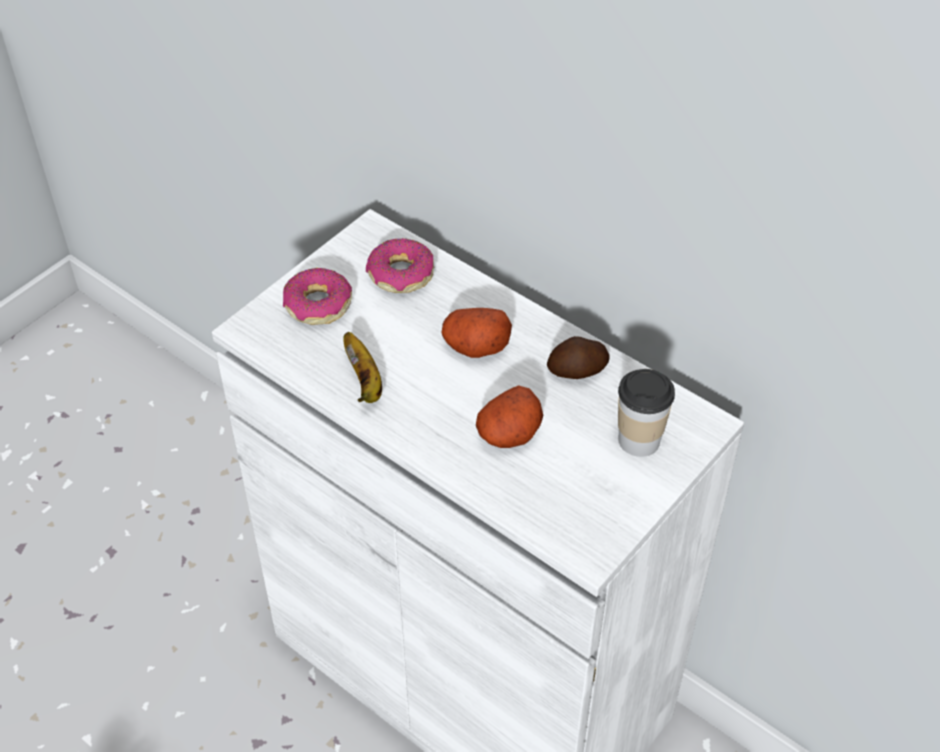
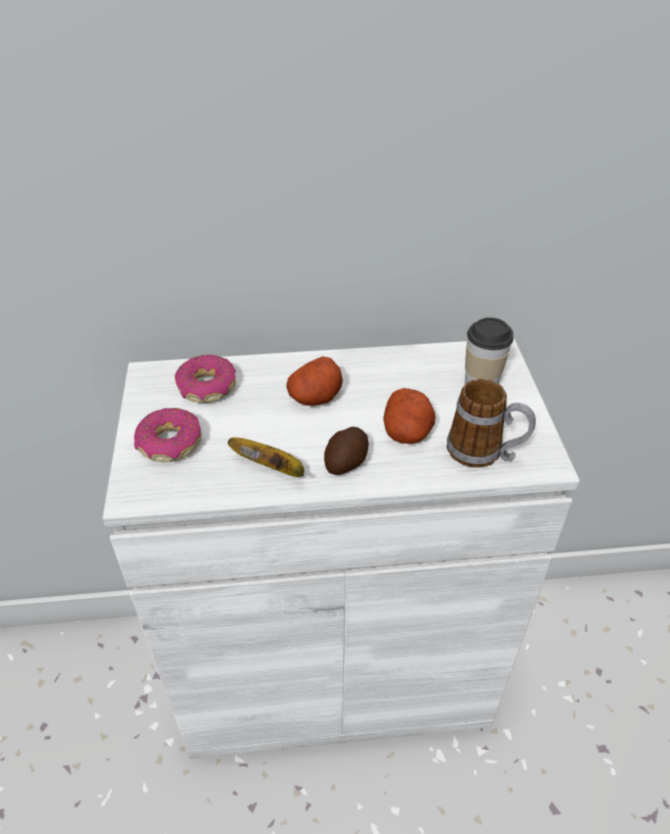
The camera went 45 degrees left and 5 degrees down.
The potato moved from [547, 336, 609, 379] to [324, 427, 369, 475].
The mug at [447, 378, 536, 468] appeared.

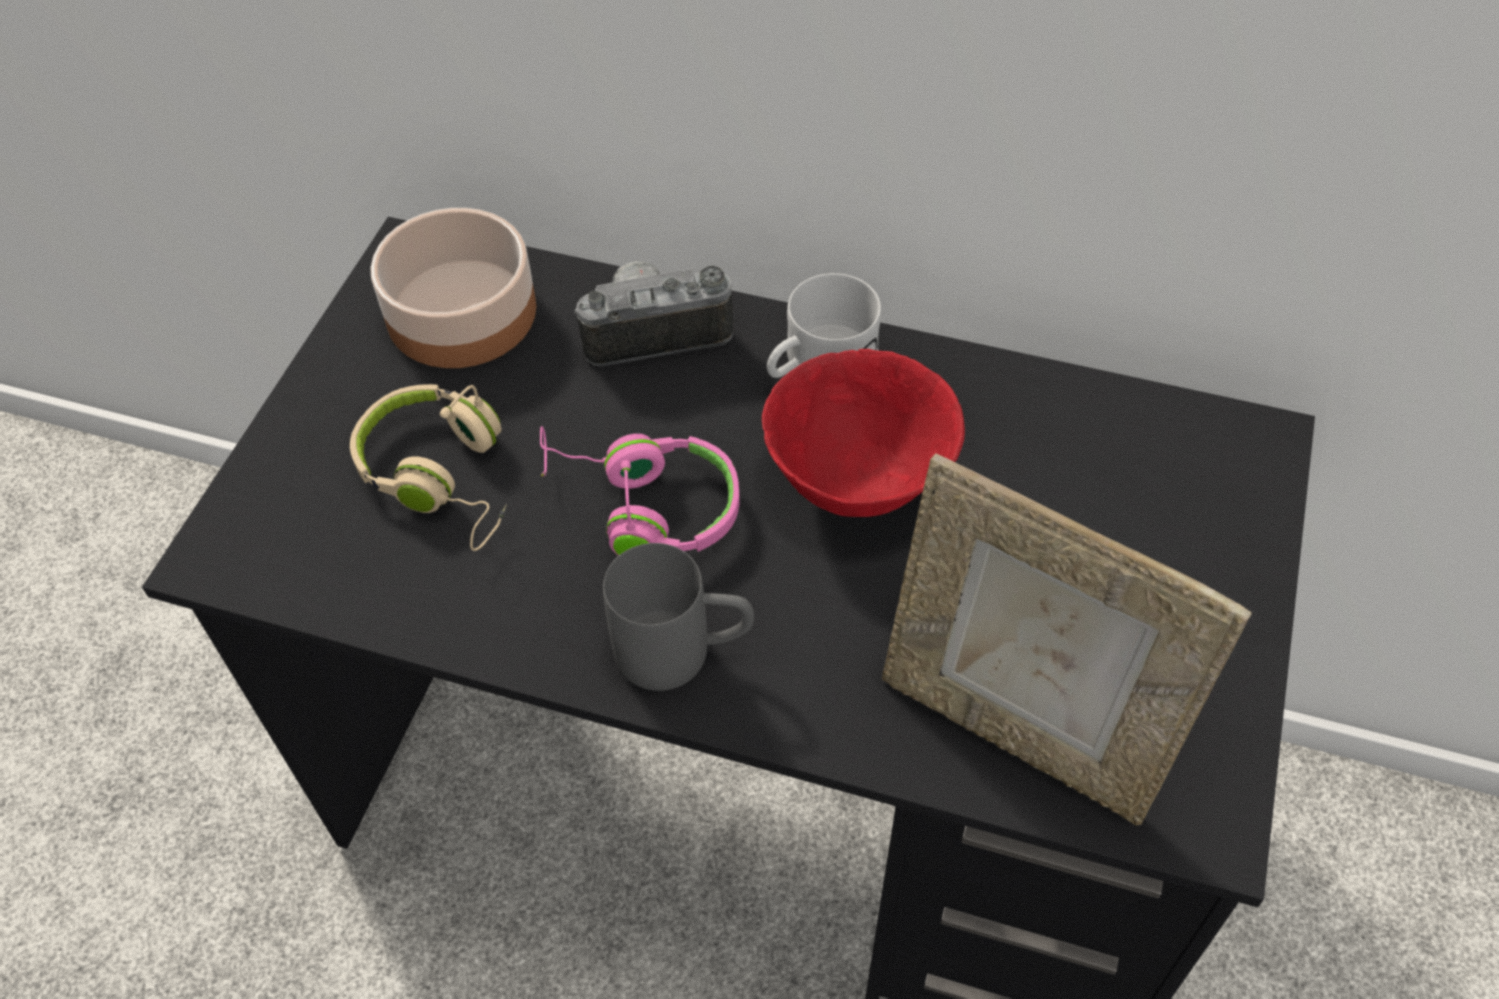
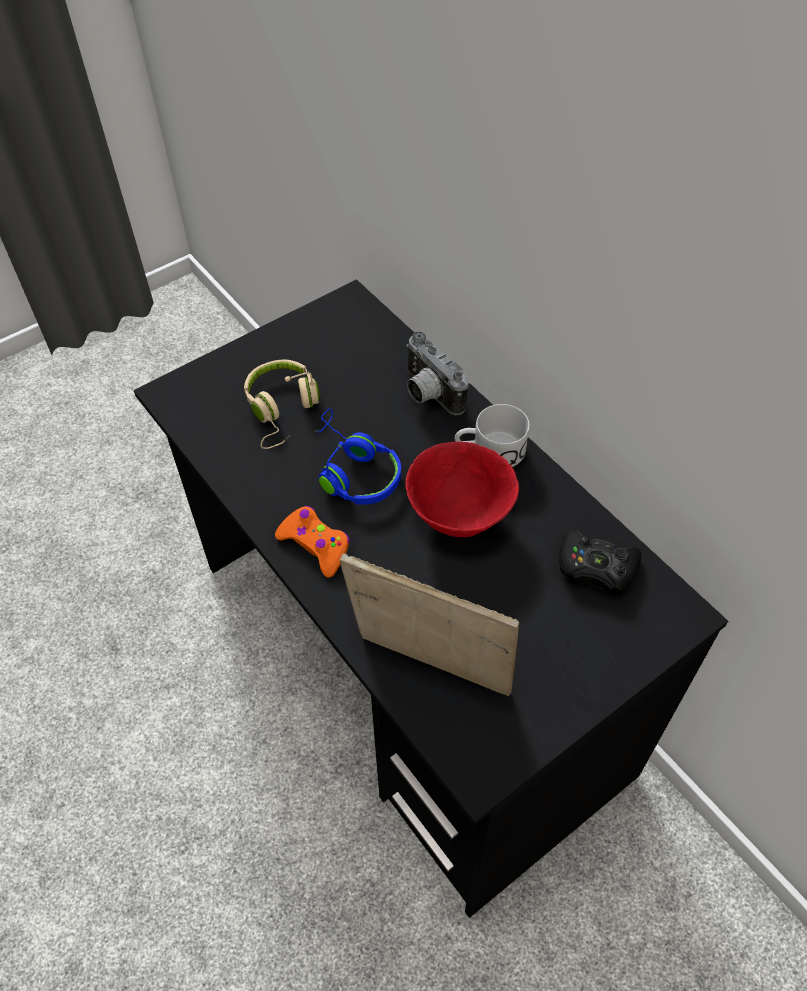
The camera went 35 degrees right and 0 degrees up.
The bowl at [370, 208, 537, 368] disappeared.
The photo camera at [574, 260, 733, 367] turned 150 degrees counterclockwise.
The pink headphones at [540, 426, 739, 556] became the blue headphones at [315, 408, 401, 504].
The picture frame at [882, 453, 1252, 825] turned 135 degrees clockwise.
The grey mug at [603, 543, 754, 691] was replaced by the orange game controller at [275, 506, 350, 578].
The black game controller at [559, 529, 641, 592] appeared.

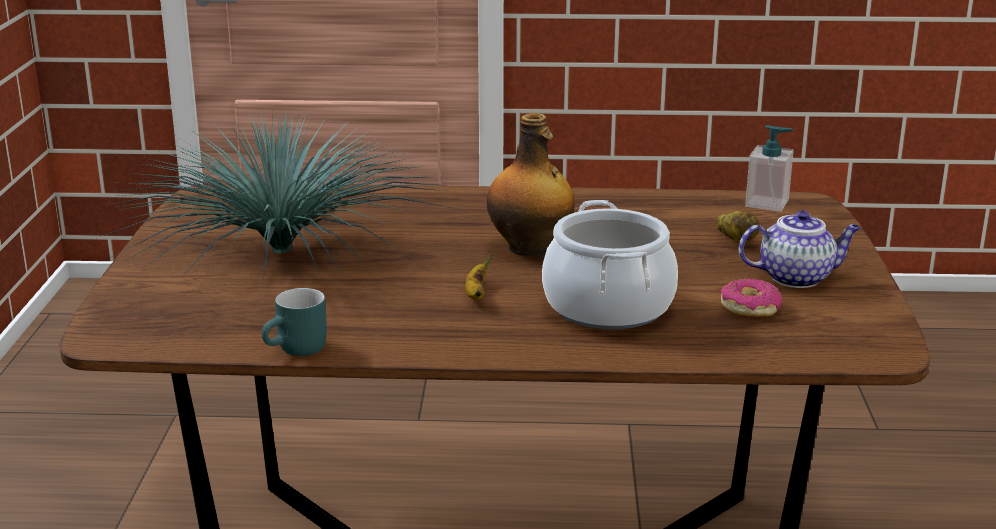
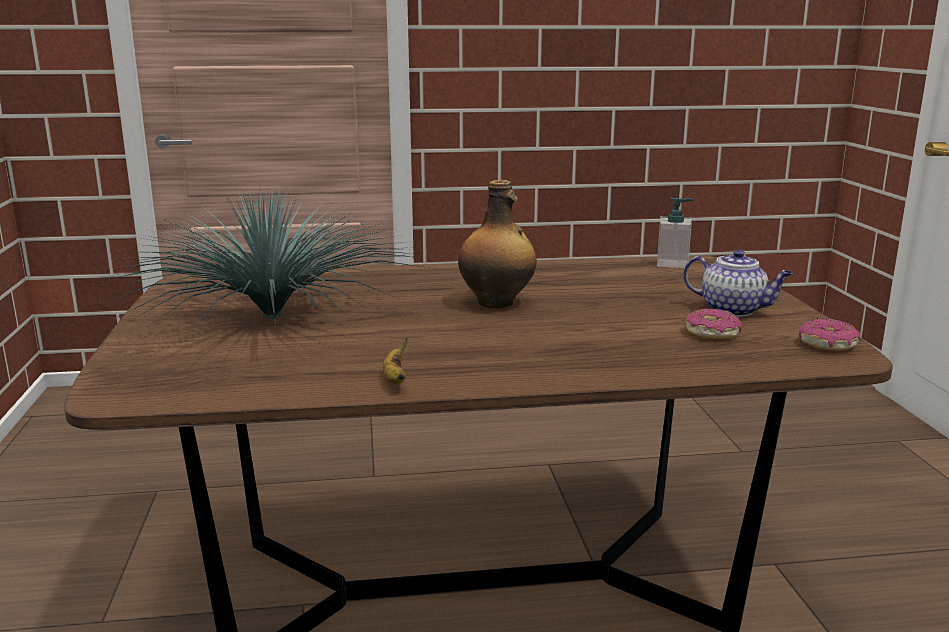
The camera went 10 degrees left and 5 degrees down.
The cooking pot at [542, 200, 678, 329] disappeared.
The teapot at [739, 210, 861, 288] turned 45 degrees clockwise.
The potato at [716, 211, 759, 242] disappeared.
The banana moved from [465, 254, 493, 300] to [383, 338, 408, 385].
The turquoise mug at [262, 288, 327, 356] disappeared.
The donut at [799, 318, 861, 350] appeared.

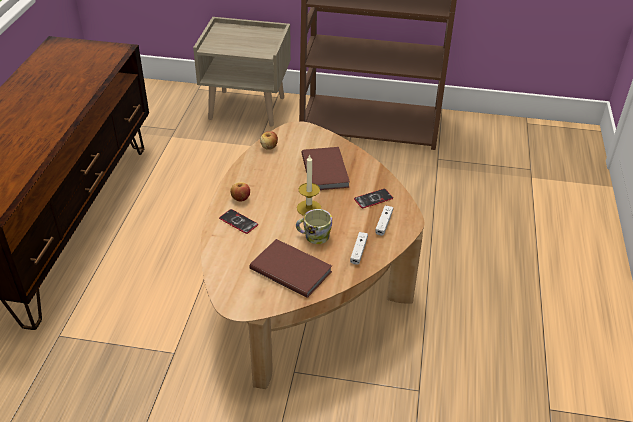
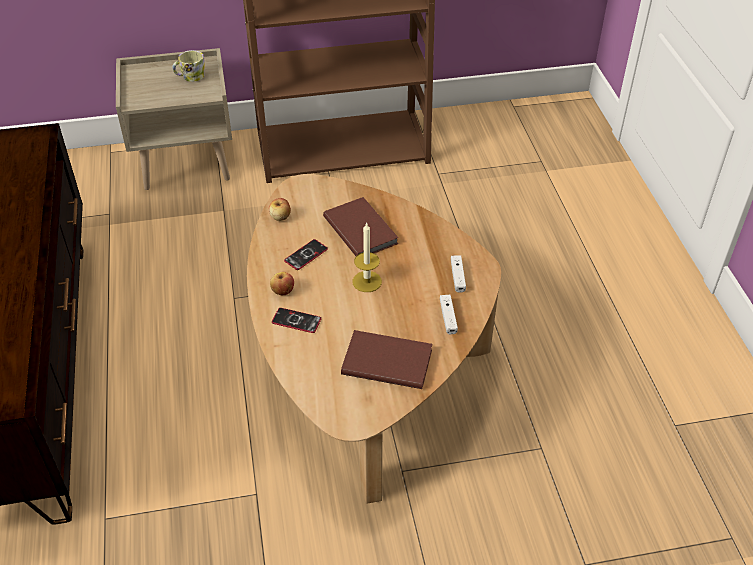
The camera went 20 degrees left and 5 degrees up.
The phone moved from [354, 189, 393, 208] to [284, 239, 328, 270].
The mug moved from [296, 209, 332, 244] to [172, 50, 205, 82].

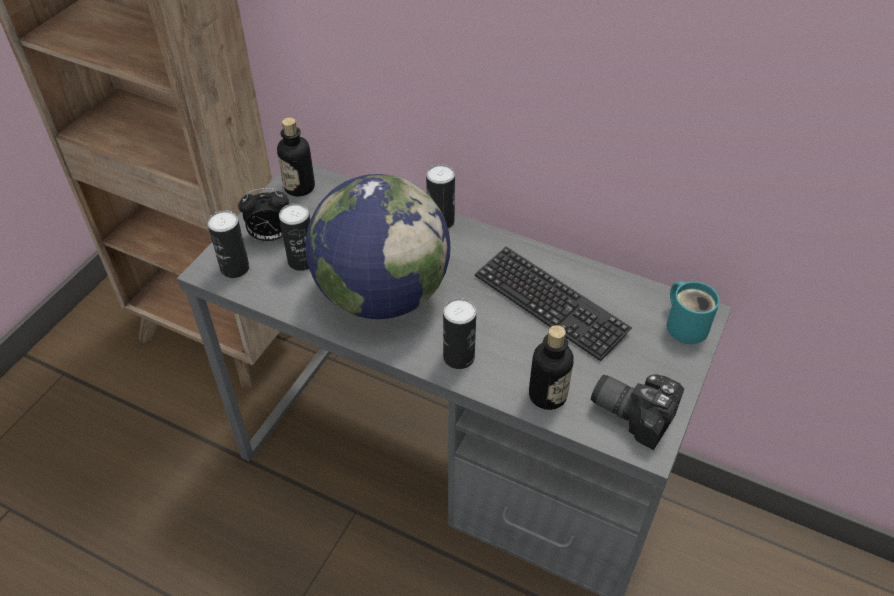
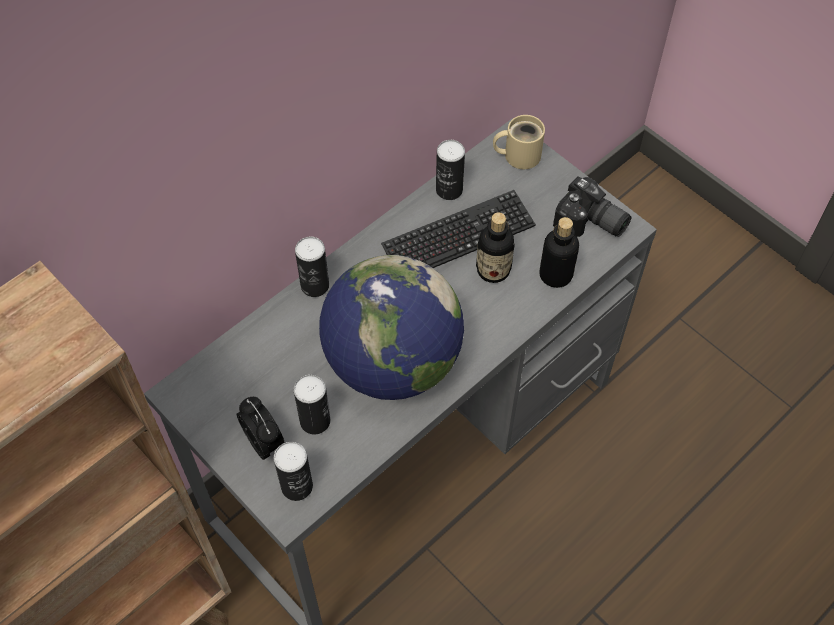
The camera went 70 degrees left and 10 degrees up.
The bottle moved from [277, 117, 315, 197] to [476, 212, 515, 283].
The alarm clock at [238, 188, 289, 241] turned 45 degrees counterclockwise.
The turquoise mug at [667, 281, 720, 344] became the beige mug at [493, 115, 545, 169].
The can moved from [443, 298, 476, 369] to [436, 140, 465, 200].
The photo camera at [591, 374, 684, 450] turned 105 degrees counterclockwise.

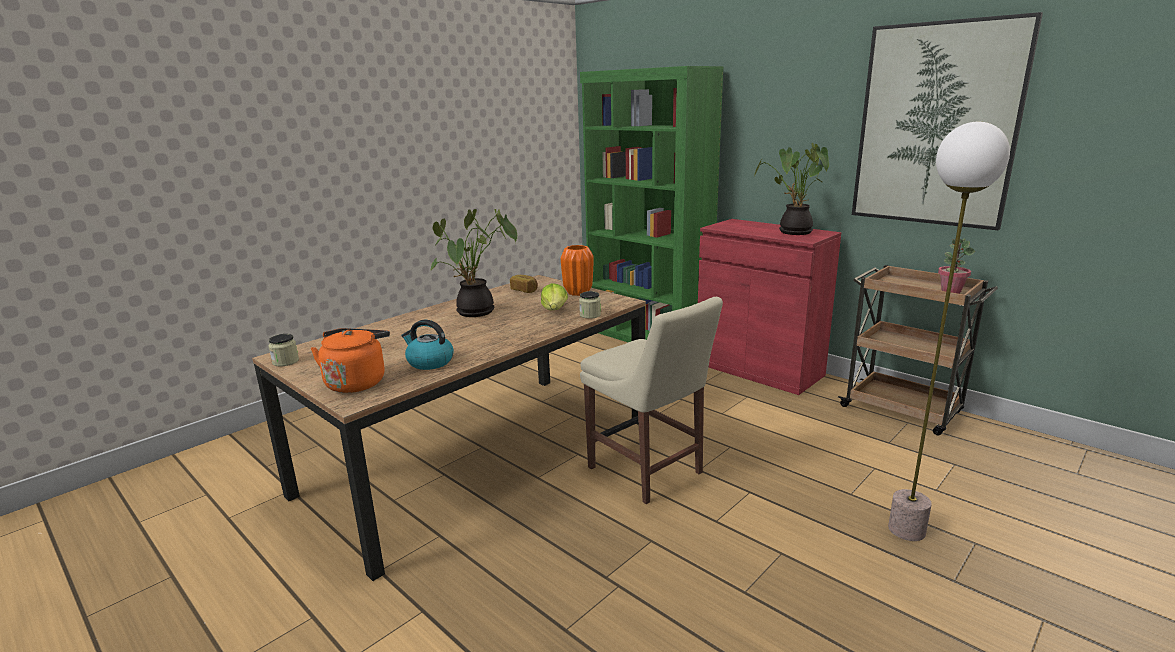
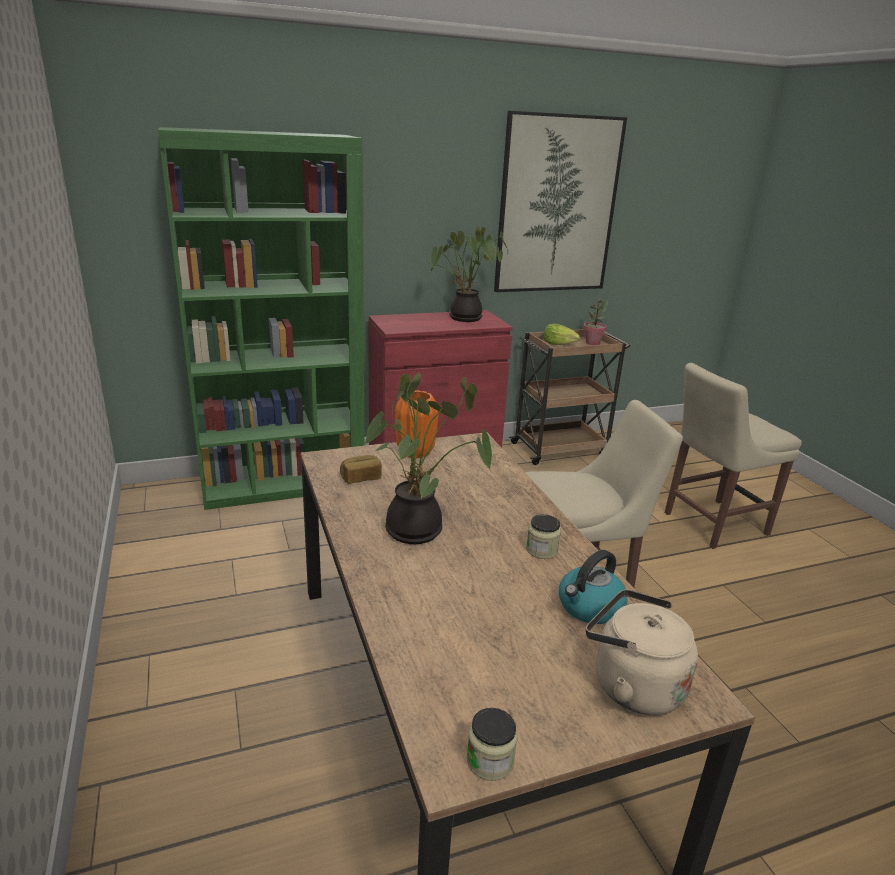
The camera went 65 degrees left and 5 degrees up.
The floor lamp at [888, 122, 1010, 541] was replaced by the beige chair at [664, 363, 802, 549].
The lettuce moved from [541, 283, 568, 310] to [544, 323, 580, 345].
The jar moved from [579, 291, 601, 319] to [526, 514, 561, 559].
The orange kettle at [310, 328, 390, 393] became the beige kettle at [586, 590, 698, 715].

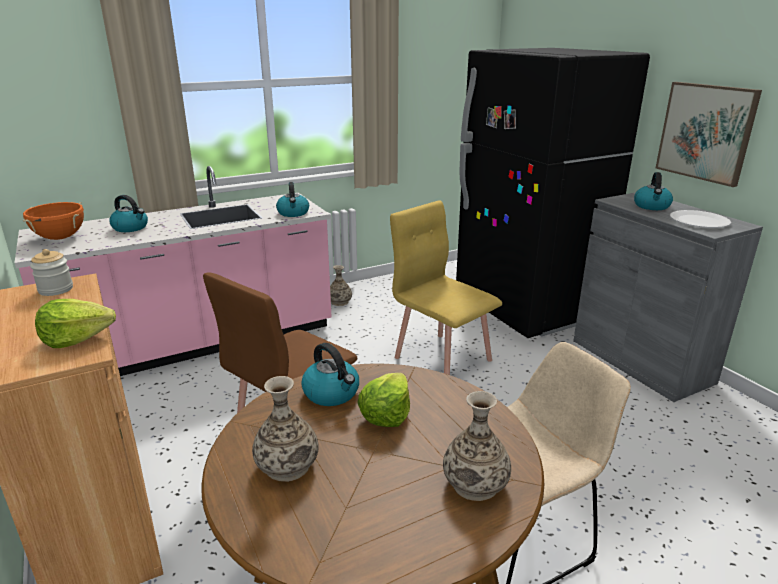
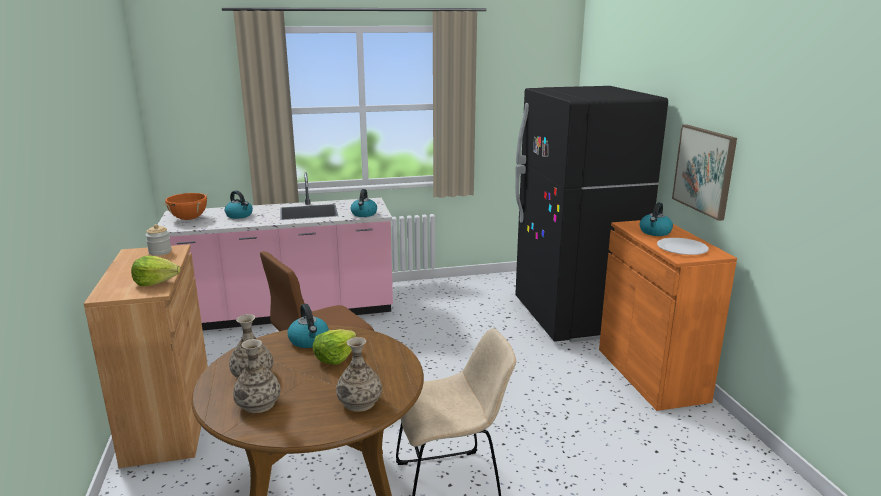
The camera went 15 degrees right and 5 degrees down.
The grey cabinet at [573, 192, 763, 402] became the orange cabinet at [599, 220, 737, 411].
The yellow chair at [390, 200, 502, 375] disappeared.
The vase moved from [330, 265, 352, 306] to [233, 339, 280, 413].

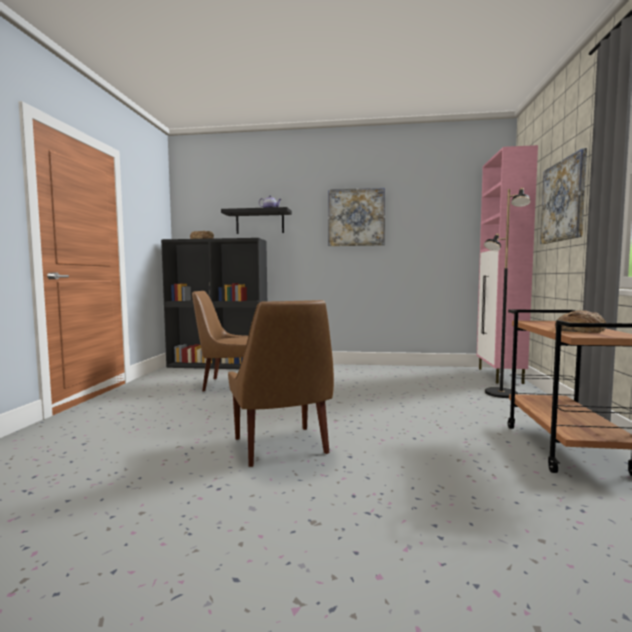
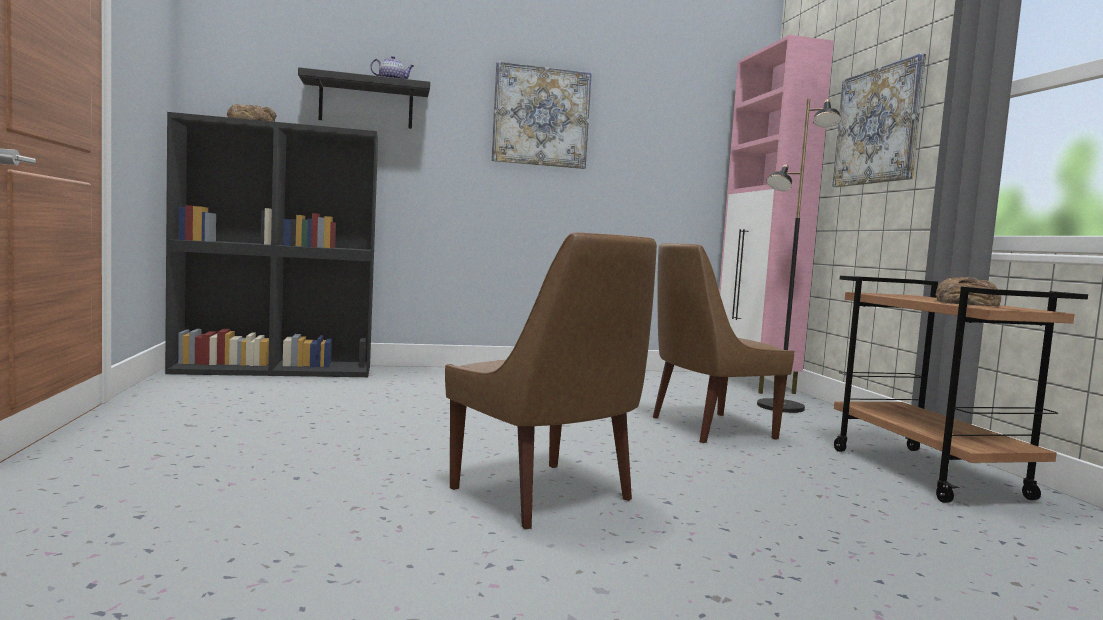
The camera went 20 degrees left and 0 degrees up.
The brown chair moved from [192, 291, 248, 392] to [653, 243, 795, 443].

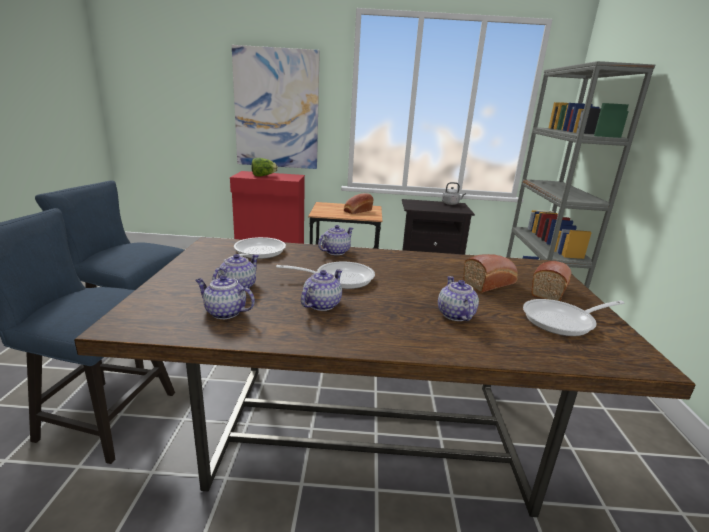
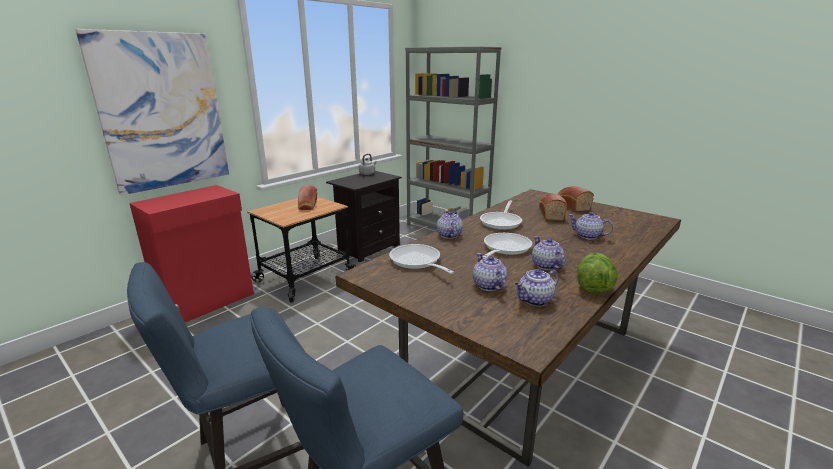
The camera went 50 degrees left and 0 degrees up.
The lettuce moved from [251, 158, 278, 176] to [577, 253, 618, 294].
The frying pan moved from [523, 299, 625, 336] to [480, 200, 522, 230].

